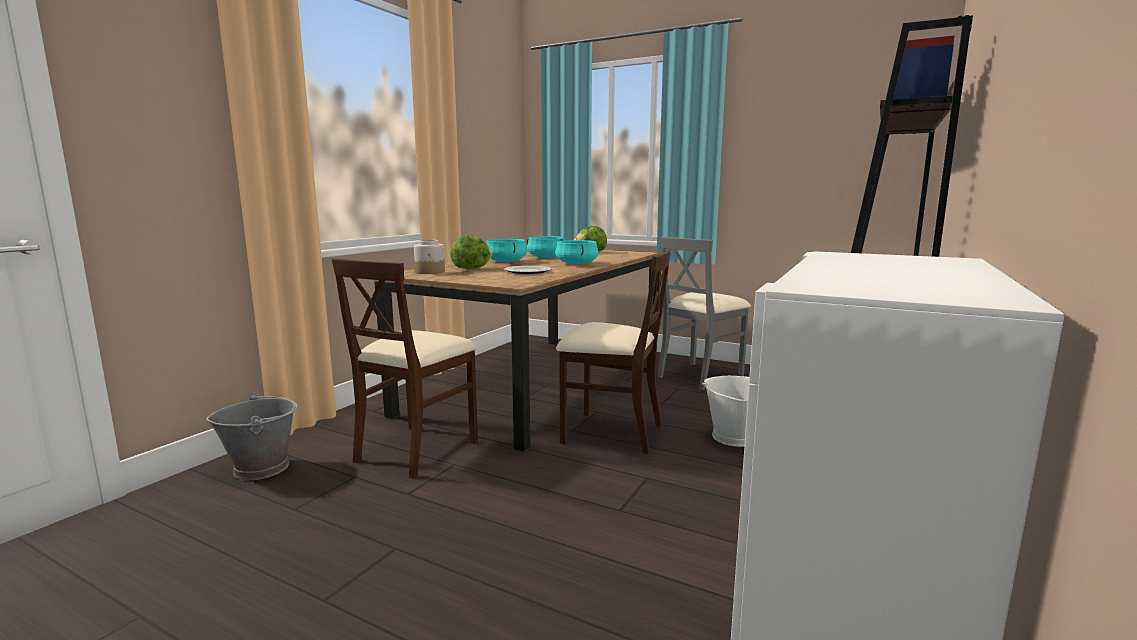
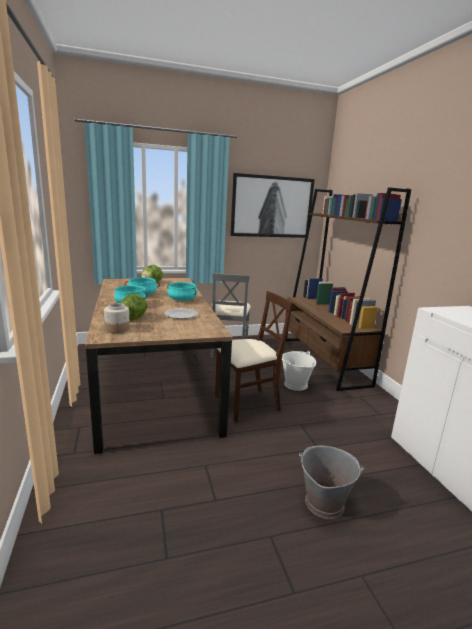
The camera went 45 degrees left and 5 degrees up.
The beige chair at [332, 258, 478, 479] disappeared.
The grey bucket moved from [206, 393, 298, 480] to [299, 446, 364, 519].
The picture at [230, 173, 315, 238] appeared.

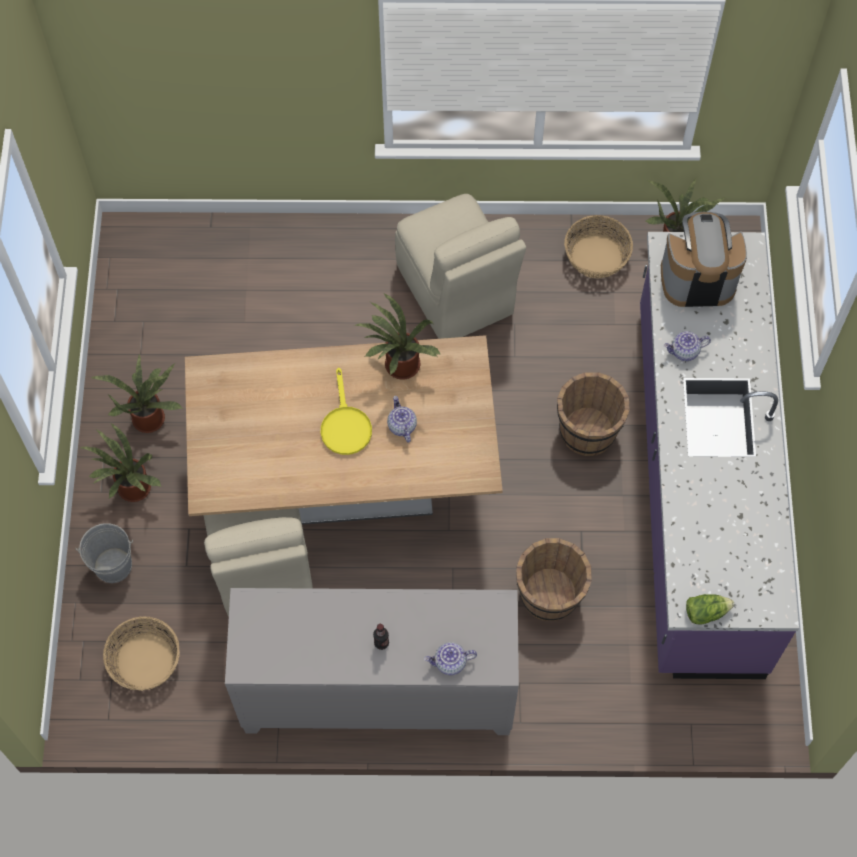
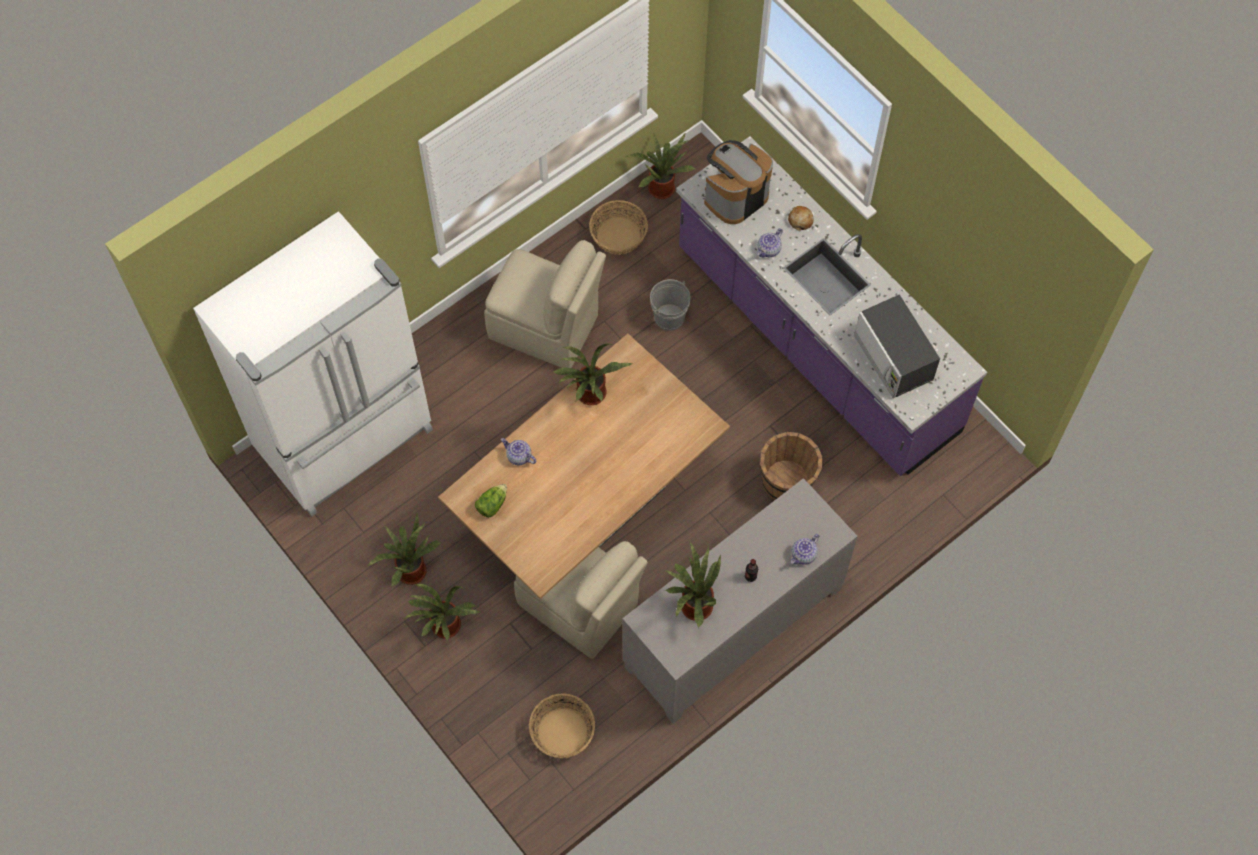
The camera went 40 degrees left and 0 degrees up.
The yellow frying pan at [320, 367, 372, 455] disappeared.
The brown bucket at [557, 372, 630, 456] disappeared.
The teapot moved from [387, 396, 417, 443] to [501, 438, 536, 465].
The grey bucket moved from [76, 523, 133, 583] to [650, 279, 690, 331].
The lettuce moved from [686, 594, 734, 624] to [475, 484, 507, 518].
The bread at [788, 206, 814, 231] appeared.
The white fridge at [193, 211, 433, 516] appeared.
The microwave at [854, 294, 940, 398] appeared.
The potted plant at [664, 540, 721, 628] appeared.

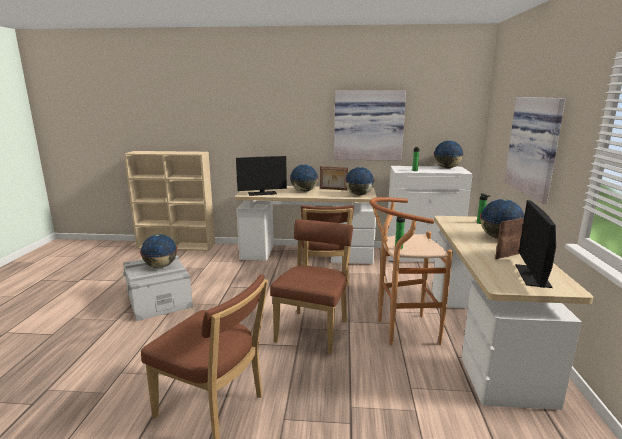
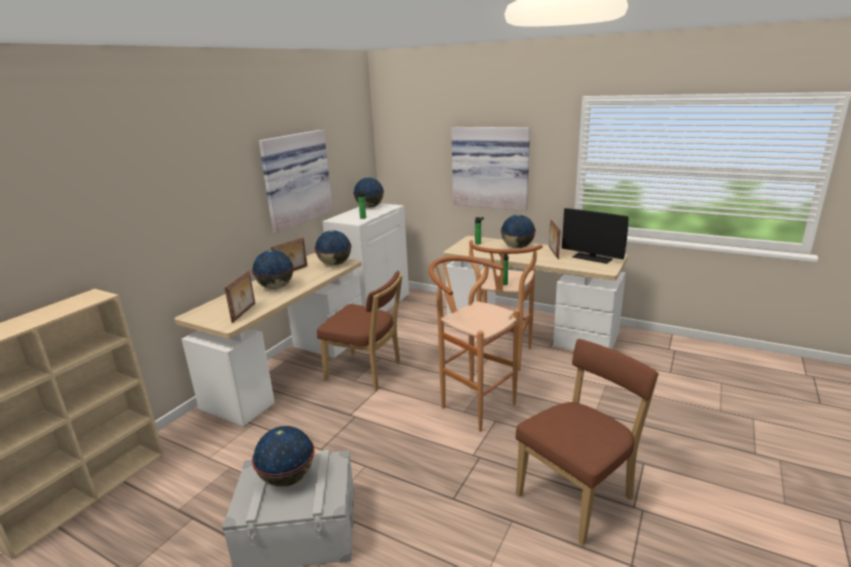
The camera went 65 degrees left and 5 degrees up.
The monitor at [236, 156, 287, 196] was replaced by the picture frame at [225, 270, 255, 323].
The brown chair at [270, 219, 353, 354] was replaced by the brown stool at [429, 256, 520, 432].

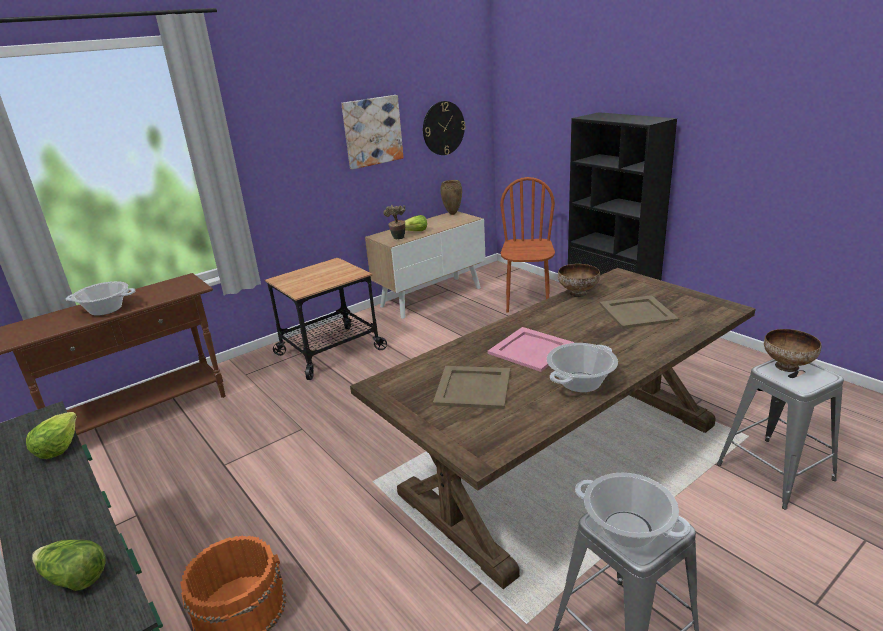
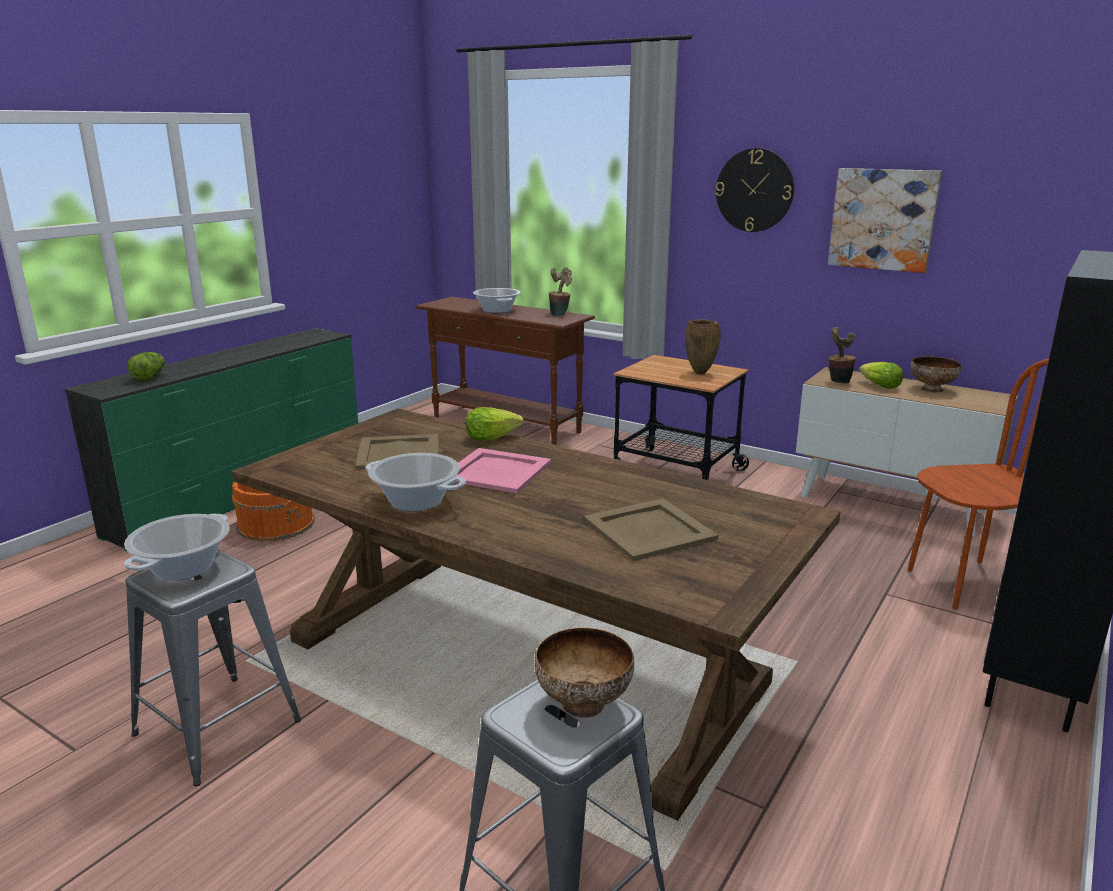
The camera went 70 degrees right and 5 degrees down.
The wall clock moved from [423, 101, 466, 155] to [716, 148, 794, 232].
The brown vase moved from [440, 180, 462, 215] to [685, 319, 721, 375].
The bowl moved from [558, 264, 600, 297] to [911, 356, 962, 393].
The lettuce moved from [26, 412, 77, 459] to [466, 407, 524, 441].
The potted plant at [549, 267, 572, 316] appeared.

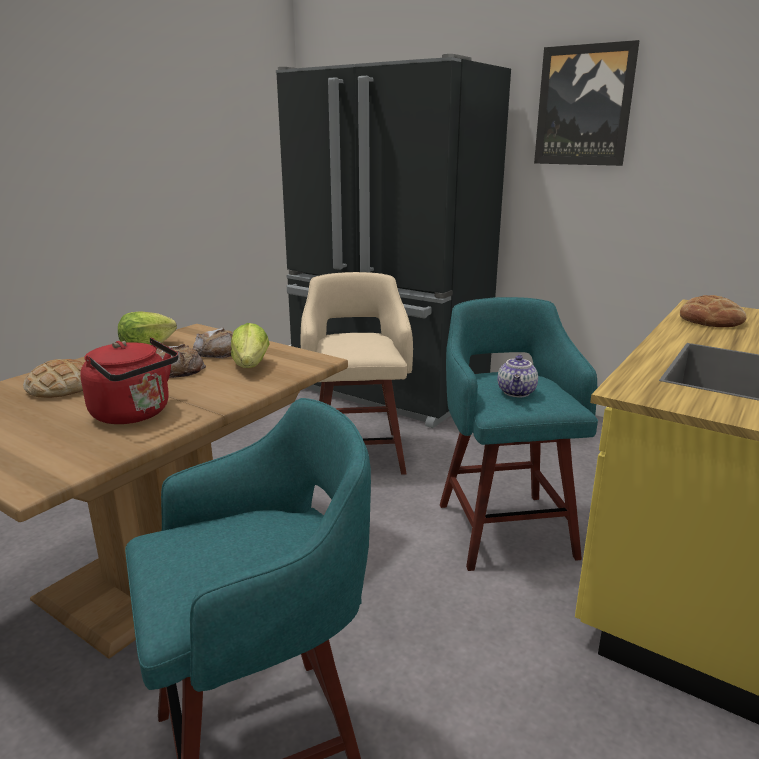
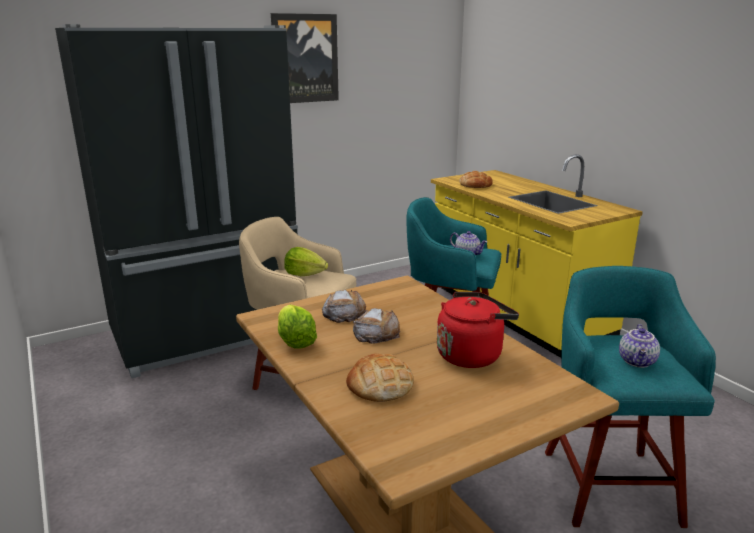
The camera went 65 degrees left and 0 degrees up.
The lettuce moved from [231, 323, 270, 368] to [284, 247, 328, 276].
The teapot at [619, 324, 660, 368] appeared.

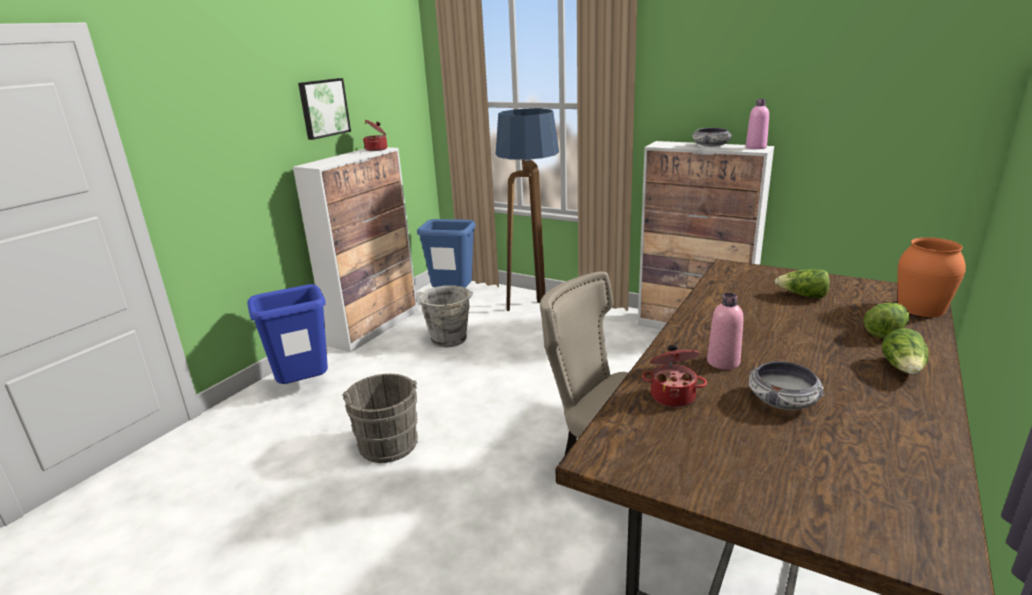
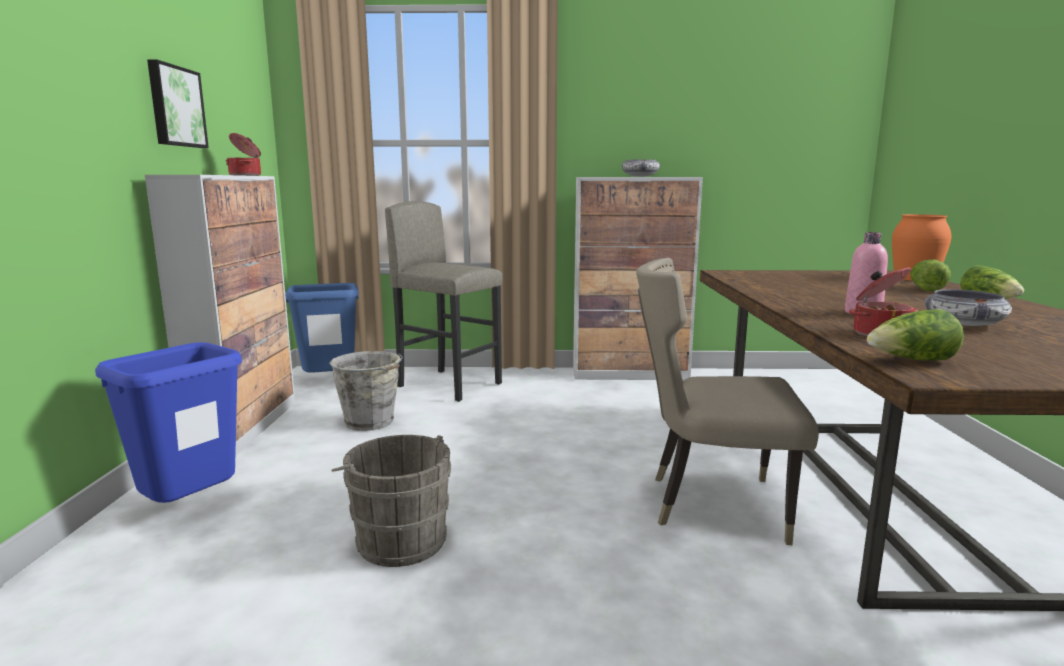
The camera went 30 degrees left and 10 degrees down.
The pink bottle at [746, 99, 769, 149] disappeared.
The floor lamp at [495, 109, 559, 311] was replaced by the grey stool at [385, 201, 503, 402].
The lettuce moved from [775, 269, 830, 298] to [867, 309, 964, 361].

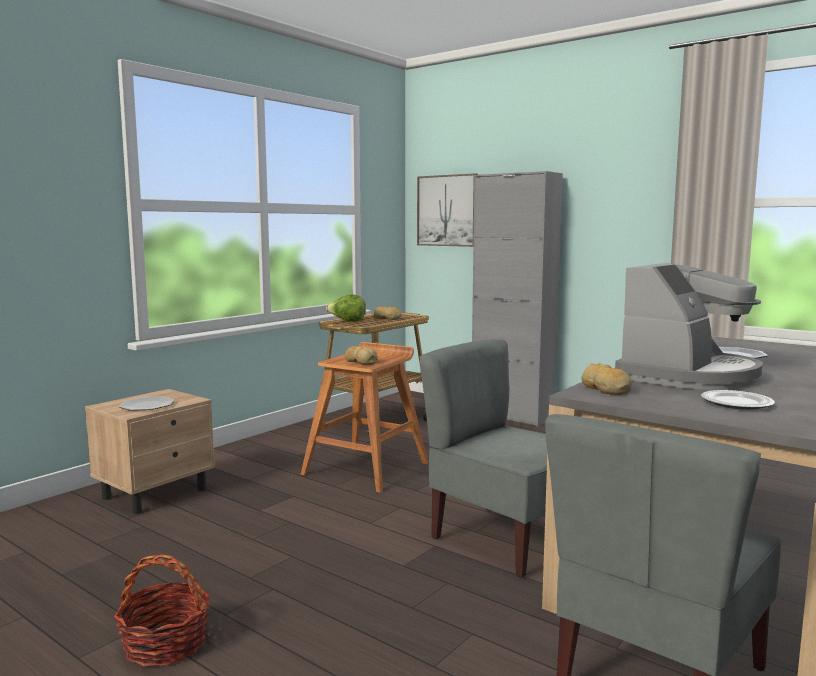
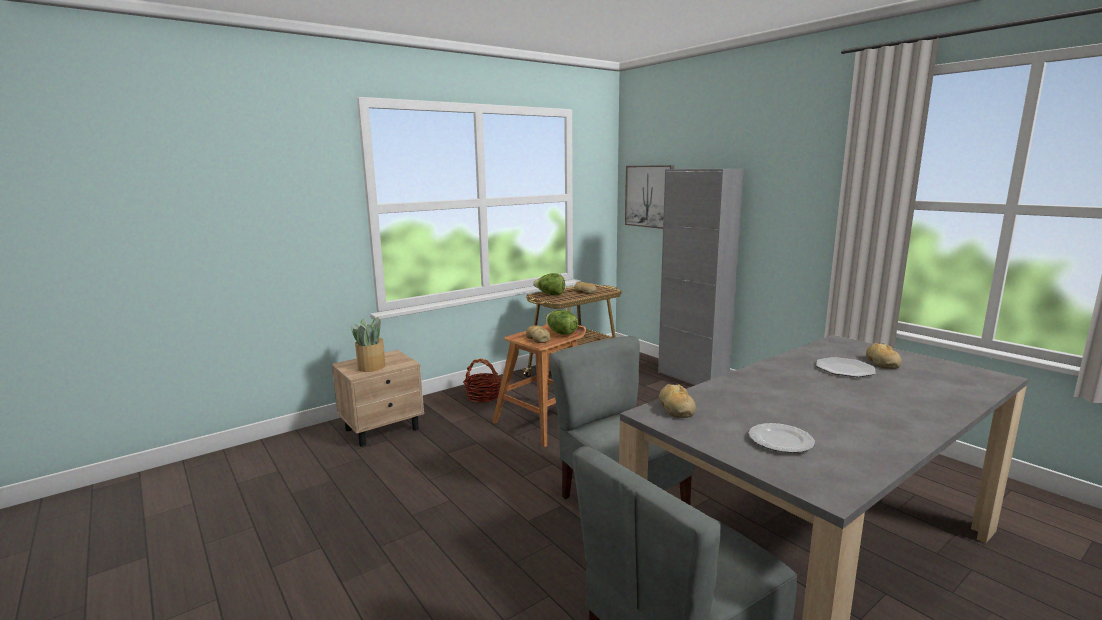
The camera went 15 degrees right and 5 degrees up.
The coffee machine at [615, 263, 763, 390] disappeared.
The plate at [118, 396, 175, 411] was replaced by the potted plant at [351, 317, 385, 372].
The basket moved from [114, 554, 210, 667] to [463, 359, 501, 403].
The lettuce at [546, 310, 578, 335] appeared.
The bread at [866, 343, 902, 369] appeared.

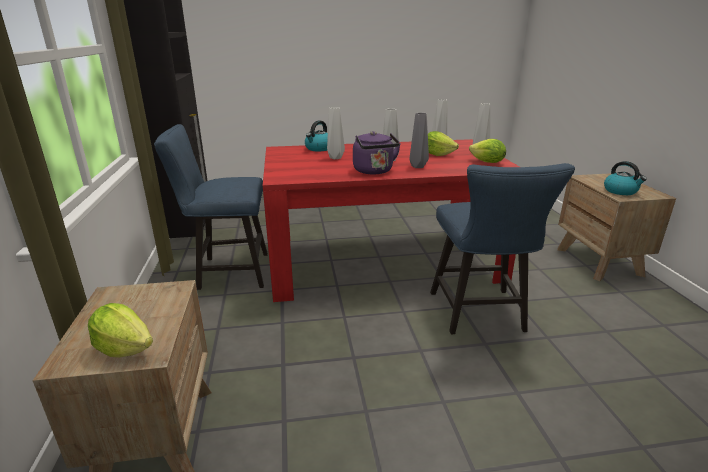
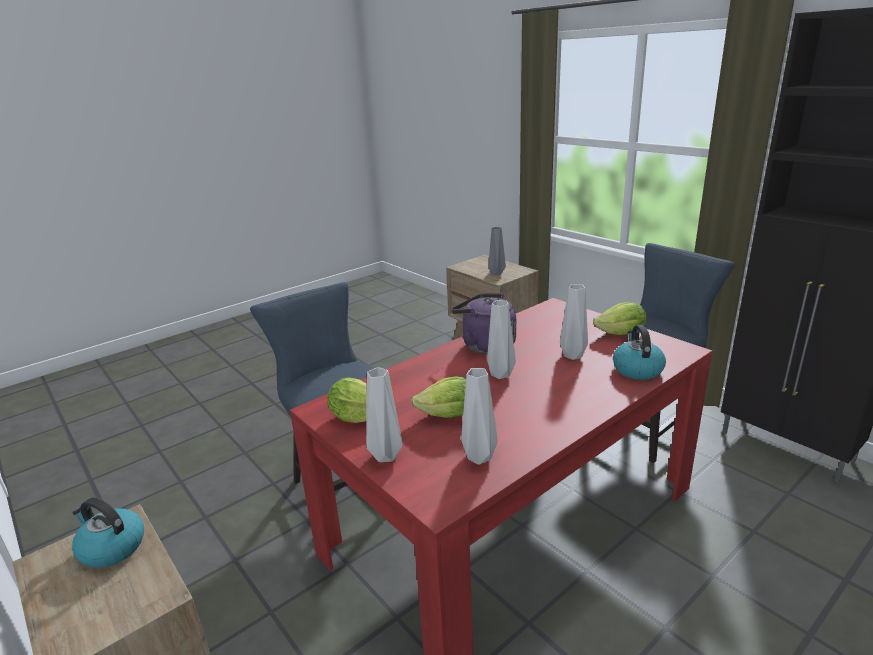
The camera went 150 degrees right and 0 degrees up.
The grey vase moved from [409, 112, 429, 168] to [488, 227, 506, 275].
The lettuce moved from [88, 303, 153, 358] to [593, 302, 647, 335].

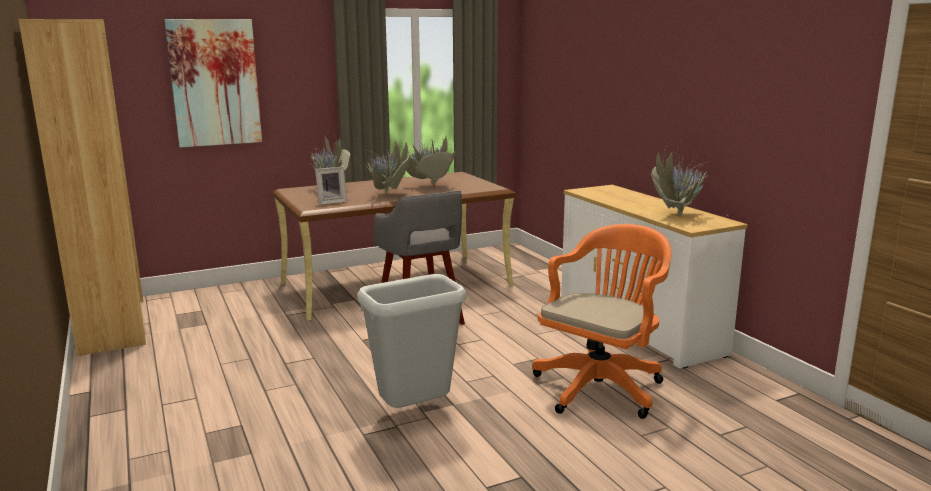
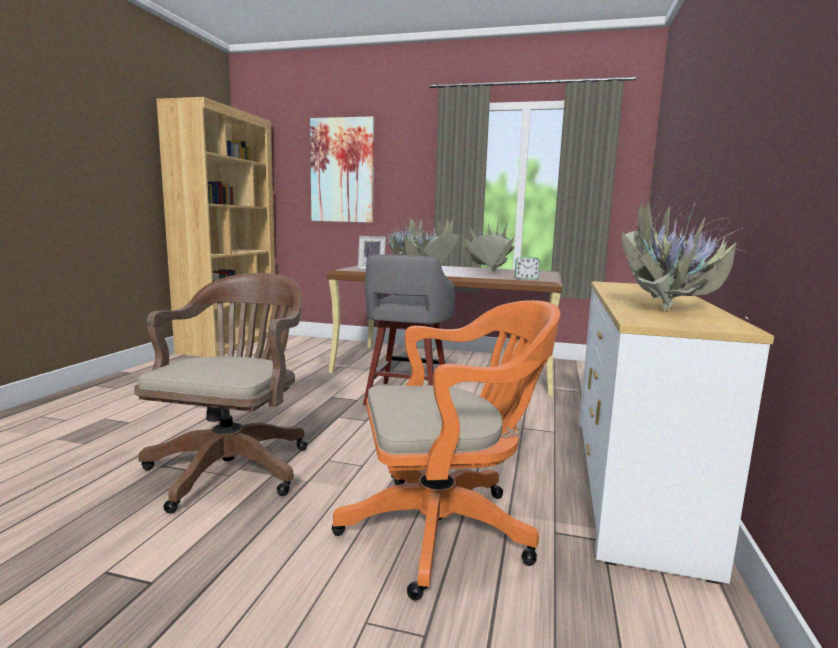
The camera went 40 degrees right and 5 degrees down.
The grey trash can at [357, 274, 466, 408] was replaced by the brown office chair at [134, 273, 307, 513].
The alarm clock at [515, 257, 540, 280] appeared.

